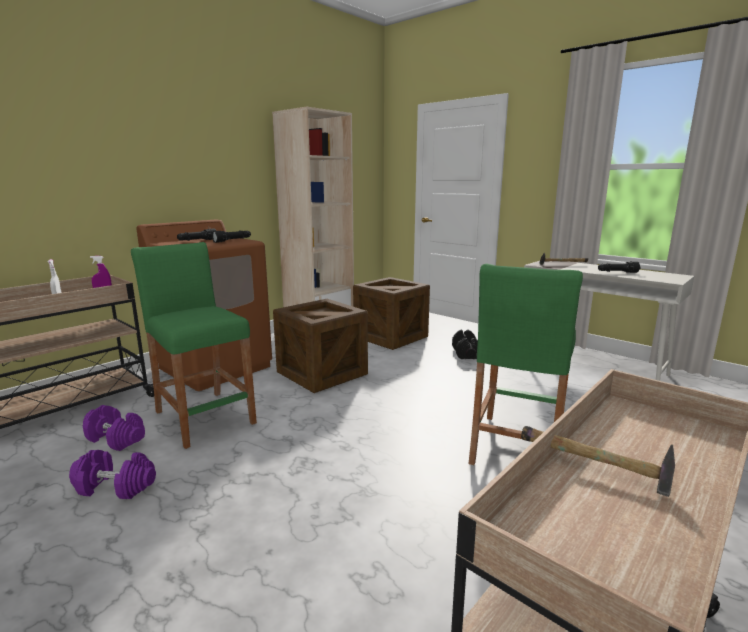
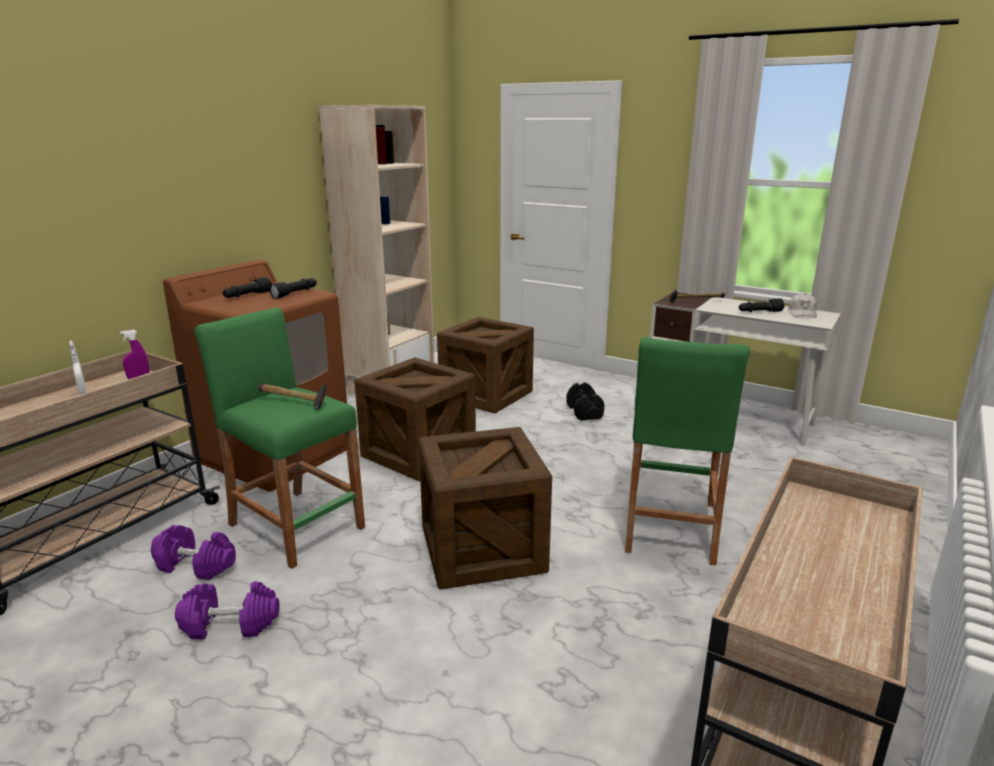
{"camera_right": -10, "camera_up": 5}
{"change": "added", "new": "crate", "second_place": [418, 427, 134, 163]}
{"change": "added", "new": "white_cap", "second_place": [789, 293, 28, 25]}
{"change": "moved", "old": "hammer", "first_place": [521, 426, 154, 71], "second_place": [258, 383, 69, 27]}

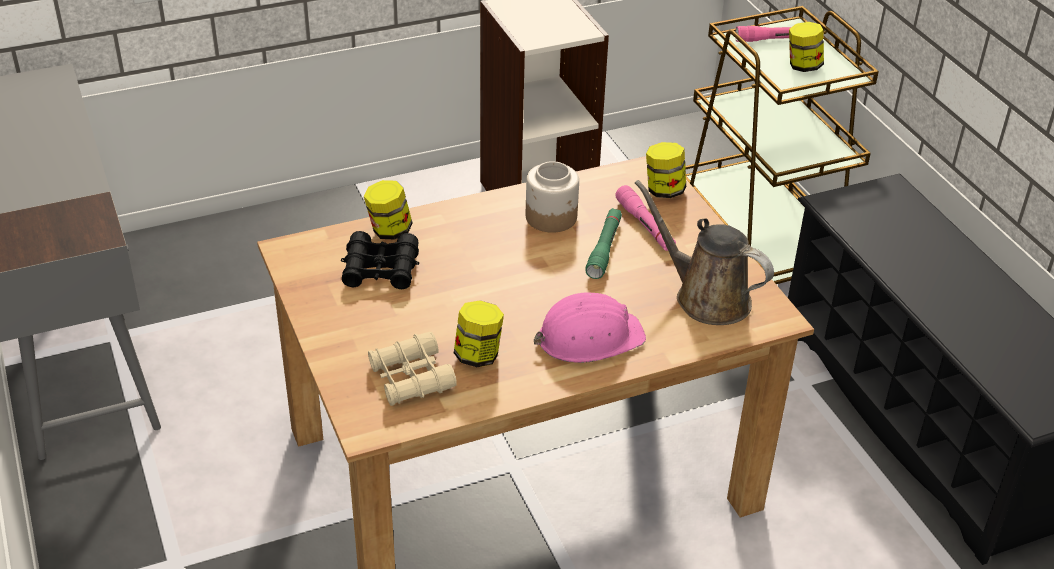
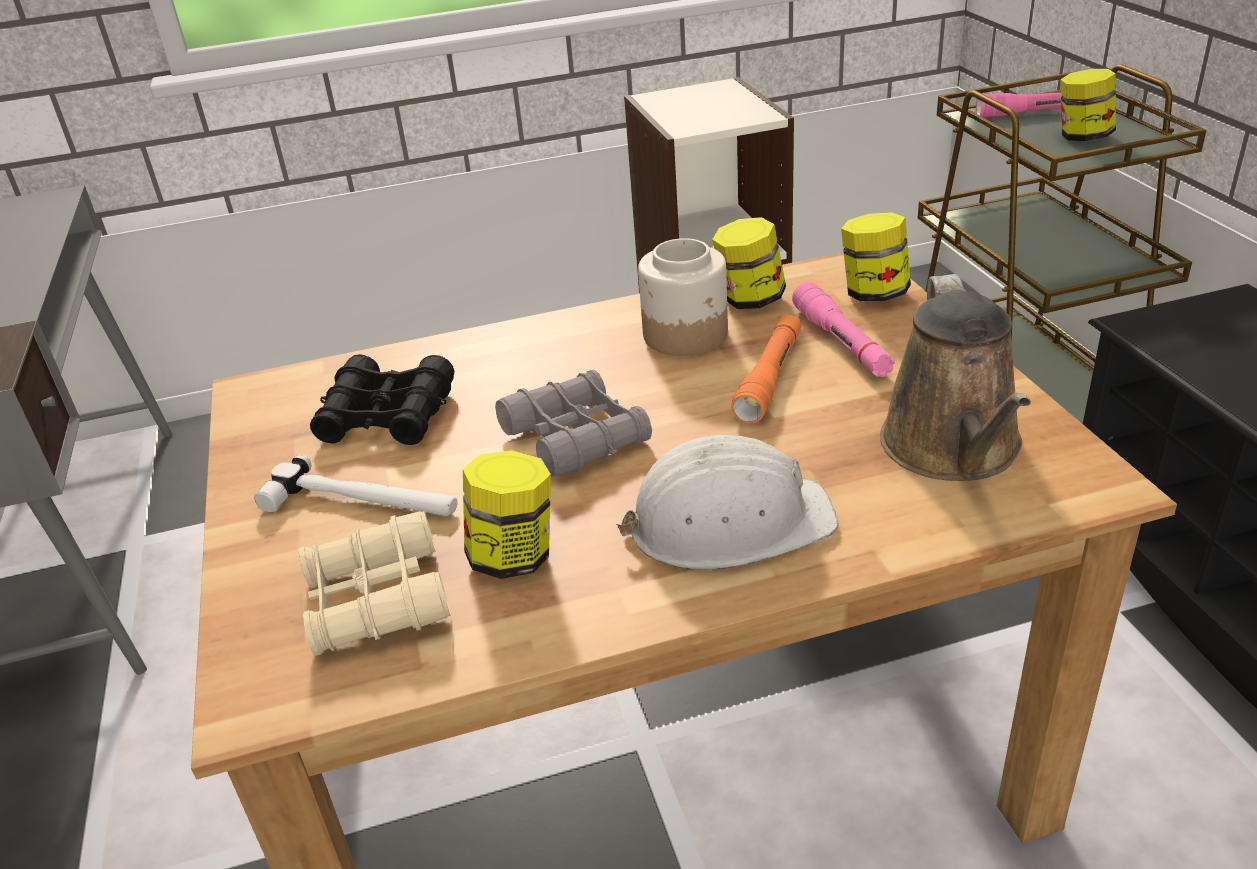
{"camera_right": 10, "camera_up": -5}
{"change": "added", "new": "hammer", "second_place": [254, 455, 204, 61]}
{"change": "added", "new": "grey_binoculars", "second_place": [495, 370, 157, 107]}
{"change": "moved", "old": "jar", "first_place": [364, 180, 49, 60], "second_place": [712, 217, 74, 92]}
{"change": "recoloured", "old": "pink_hard_hat", "new": "white_hard_hat", "first_place": [534, 293, 112, 70], "second_place": [617, 435, 222, 135]}
{"change": "recoloured", "old": "green_flashlight", "new": "orange_flashlight", "first_place": [585, 208, 37, 71], "second_place": [731, 314, 70, 109]}
{"change": "turned", "old": "brown_watering_can", "first_place": [635, 180, 139, 145], "second_place": [880, 274, 151, 207], "degrees": -135}

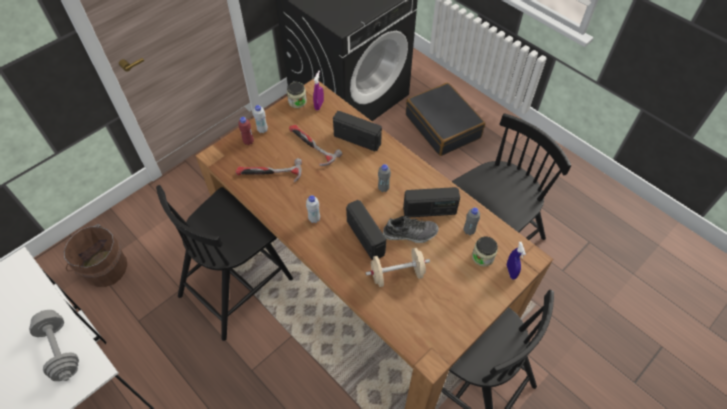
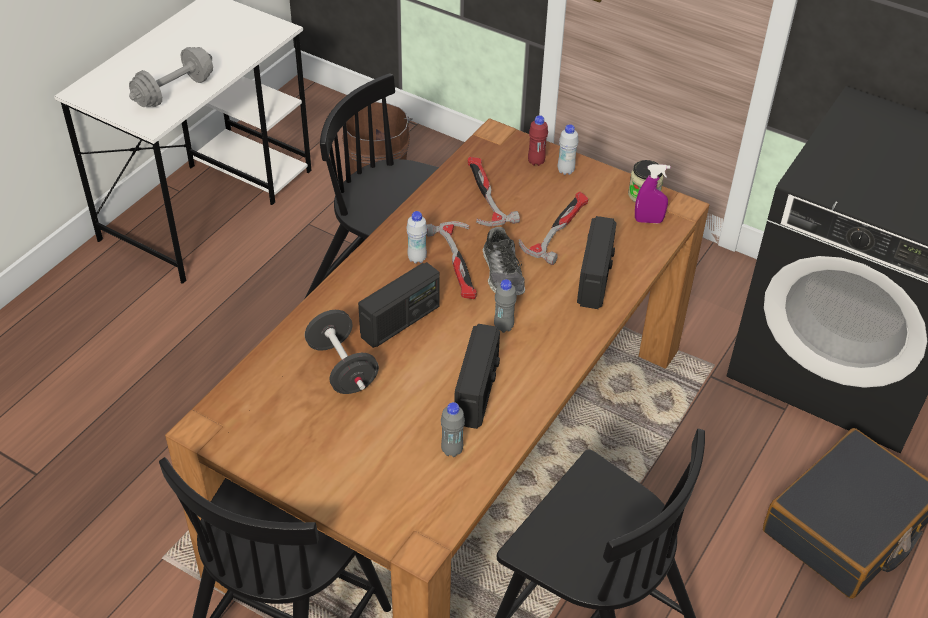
{"camera_right": 75, "camera_up": -10}
{"change": "removed", "old": "jar", "first_place": [472, 237, 26, 29]}
{"change": "removed", "old": "blue_spray_bottle", "first_place": [507, 242, 19, 37]}
{"change": "added", "new": "hammer", "second_place": [426, 221, 51, 78]}
{"change": "moved", "old": "shoe", "first_place": [383, 216, 56, 27], "second_place": [483, 227, 42, 68]}
{"change": "recoloured", "old": "beige_dumbbell", "new": "black_dumbbell", "first_place": [366, 248, 64, 39], "second_place": [305, 310, 74, 84]}
{"change": "turned", "old": "radio", "first_place": [403, 187, 57, 31], "second_place": [454, 324, 46, 105], "degrees": -150}

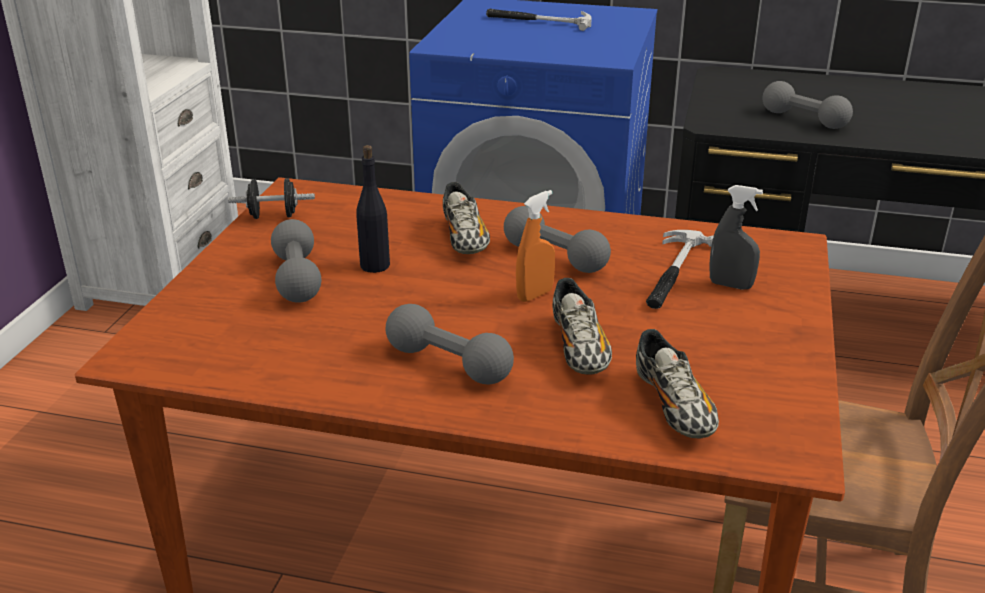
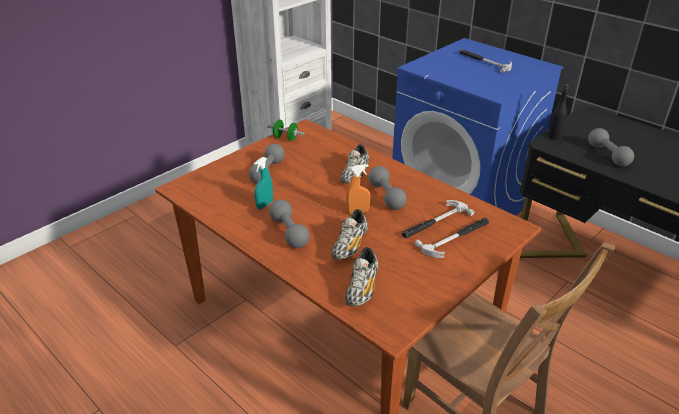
{"camera_right": 30, "camera_up": 5}
{"change": "added", "new": "turquoise_spray_bottle", "second_place": [254, 157, 19, 52]}
{"change": "moved", "old": "black_bottle", "first_place": [356, 145, 34, 128], "second_place": [548, 84, 21, 56]}
{"change": "replaced", "old": "grey_spray_bottle", "new": "hammer", "first_place": [709, 185, 54, 104], "second_place": [415, 218, 74, 40]}
{"change": "recoloured", "old": "black_dumbbell", "new": "green_dumbbell", "first_place": [228, 178, 87, 41], "second_place": [267, 119, 37, 22]}

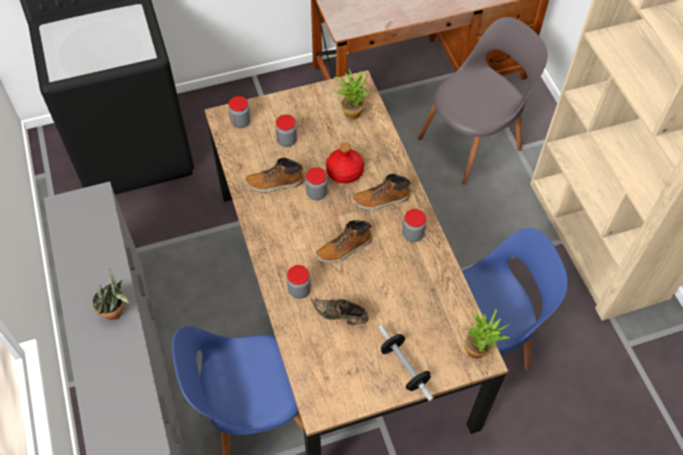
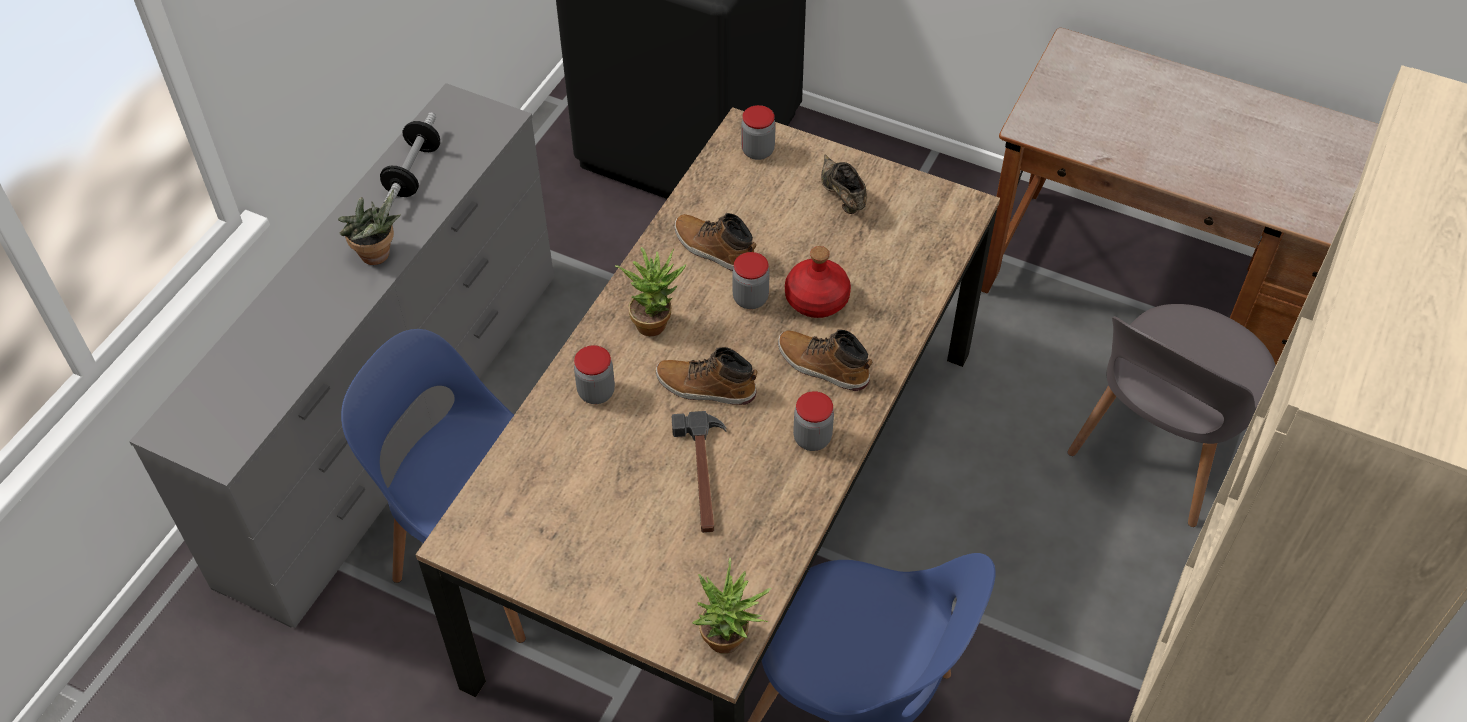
{"camera_right": 45, "camera_up": -5}
{"change": "removed", "old": "jar", "first_place": [276, 115, 21, 32]}
{"change": "added", "new": "hammer", "second_place": [672, 411, 55, 122]}
{"change": "moved", "old": "brown_shoe", "first_place": [311, 299, 58, 26], "second_place": [821, 154, 46, 60]}
{"change": "moved", "old": "potted_plant", "first_place": [334, 69, 37, 51], "second_place": [615, 247, 71, 89]}
{"change": "moved", "old": "dumbbell", "first_place": [378, 325, 56, 76], "second_place": [380, 113, 60, 93]}
{"change": "turned", "old": "grey_chair", "first_place": [418, 17, 129, 168], "second_place": [1067, 304, 209, 223], "degrees": 120}

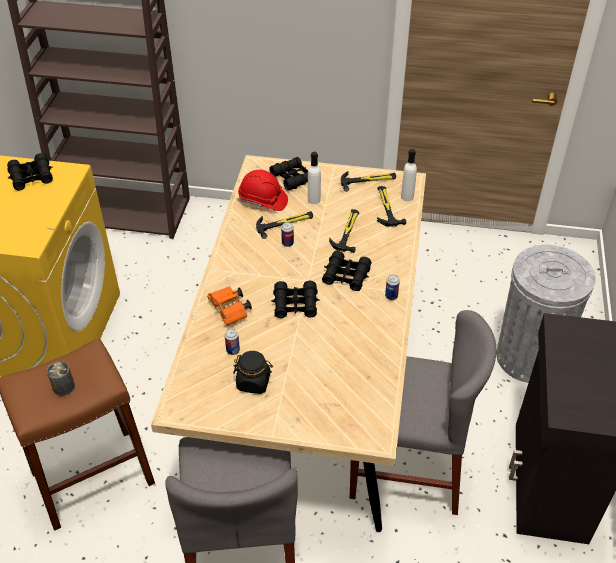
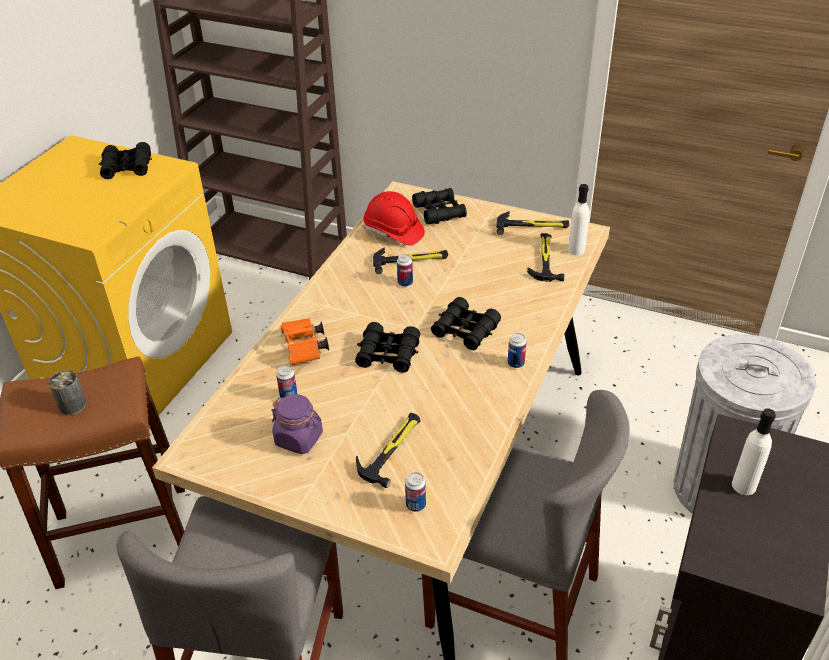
{"camera_right": 15, "camera_up": -5}
{"change": "added", "new": "can", "second_place": [405, 472, 21, 40]}
{"change": "moved", "old": "white_bottle", "first_place": [308, 152, 13, 52], "second_place": [732, 408, 44, 87]}
{"change": "moved", "old": "hammer", "first_place": [329, 209, 30, 44], "second_place": [356, 413, 65, 75]}
{"change": "recoloured", "old": "black_jar", "new": "purple_jar", "first_place": [233, 351, 40, 43], "second_place": [271, 394, 52, 60]}

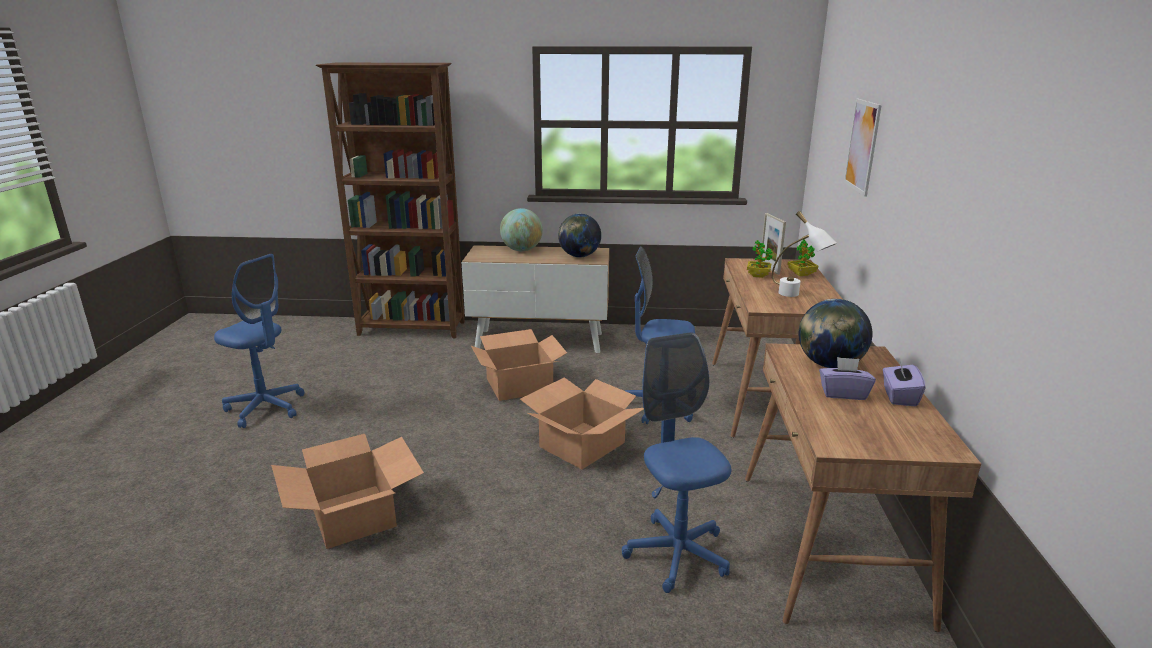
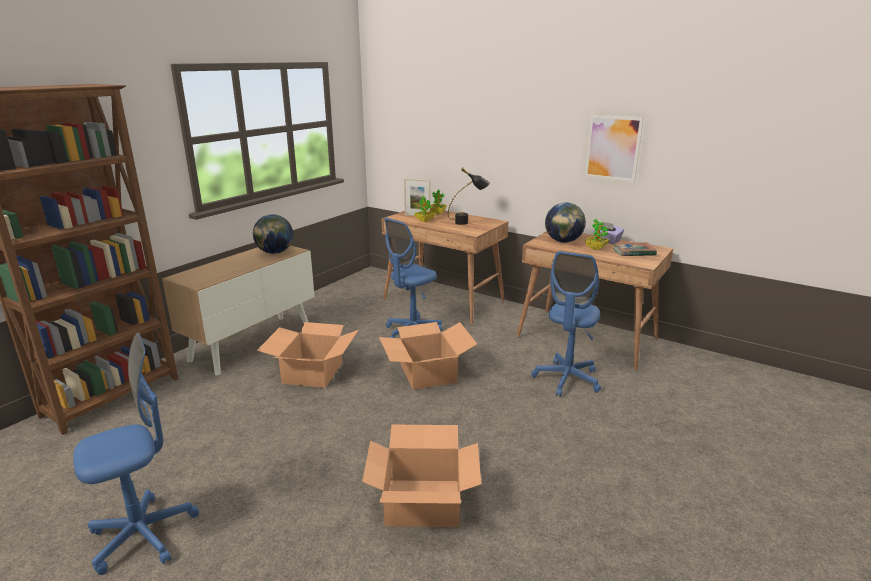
{"camera_right": -60, "camera_up": 0}
{"change": "removed", "old": "globe", "first_place": [500, 208, 43, 43]}
{"change": "added", "new": "book", "second_place": [613, 242, 44, 14]}
{"change": "moved", "old": "picture", "first_place": [844, 99, 38, 98], "second_place": [585, 115, 59, 67]}
{"change": "replaced", "old": "purple_tissue_box", "new": "potted_plant", "first_place": [819, 357, 57, 43], "second_place": [585, 219, 24, 31]}
{"change": "recoloured", "old": "white_table_lamp", "new": "black_table_lamp", "first_place": [772, 211, 65, 86], "second_place": [448, 168, 42, 57]}
{"change": "turned", "old": "blue_office_chair", "first_place": [622, 332, 110, 261], "second_place": [531, 251, 70, 146], "degrees": -75}

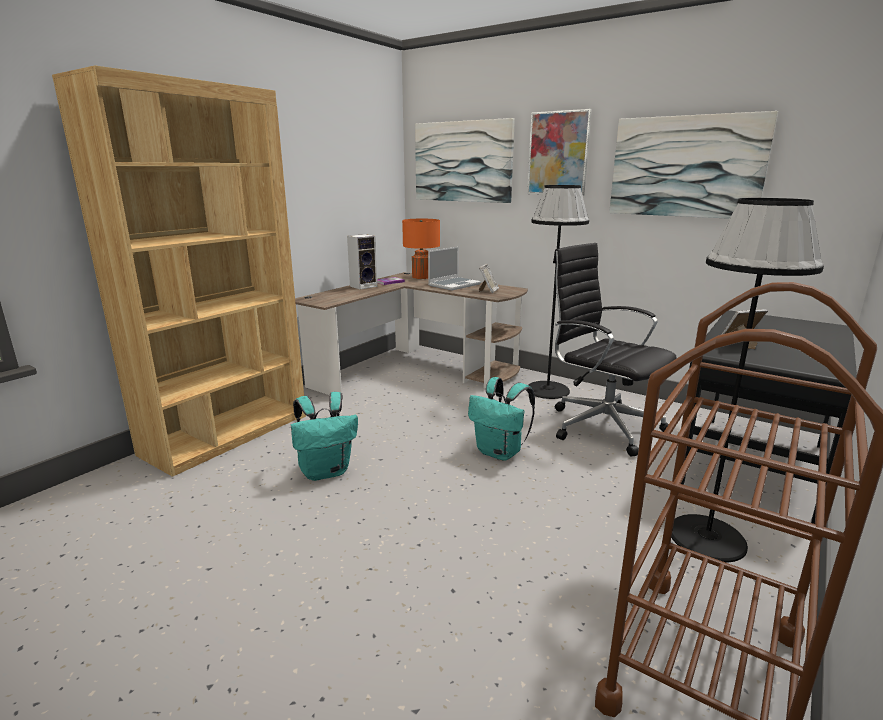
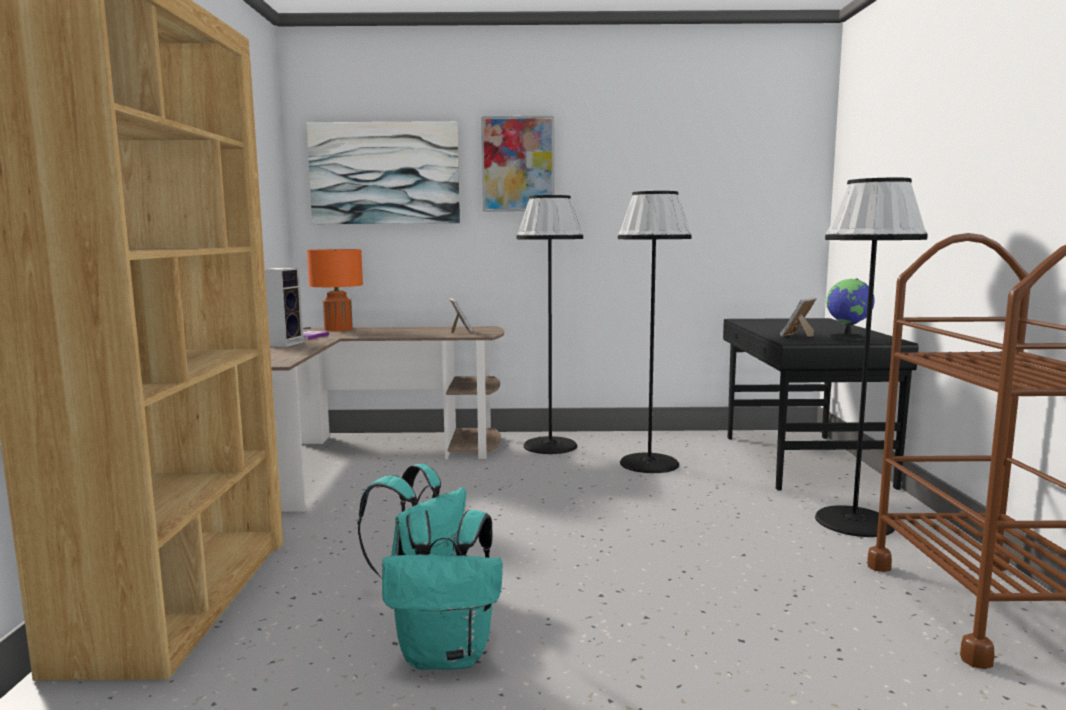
{"camera_right": -35, "camera_up": -10}
{"change": "removed", "old": "laptop", "first_place": [428, 246, 53, 44]}
{"change": "removed", "old": "picture", "first_place": [609, 111, 169, 108]}
{"change": "added", "new": "globe", "second_place": [826, 278, 48, 63]}
{"change": "moved", "old": "turquoise_backpack", "first_place": [468, 377, 67, 84], "second_place": [382, 510, 121, 160]}
{"change": "replaced", "old": "black_office_chair", "new": "black_floor_lamp", "first_place": [553, 243, 124, 214], "second_place": [618, 191, 73, 282]}

